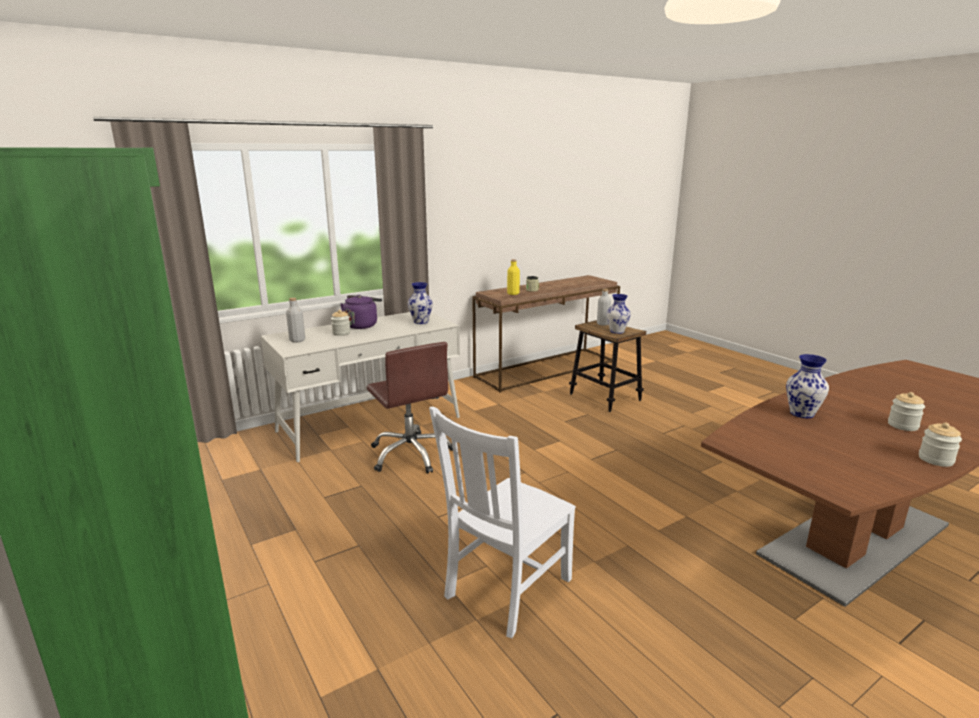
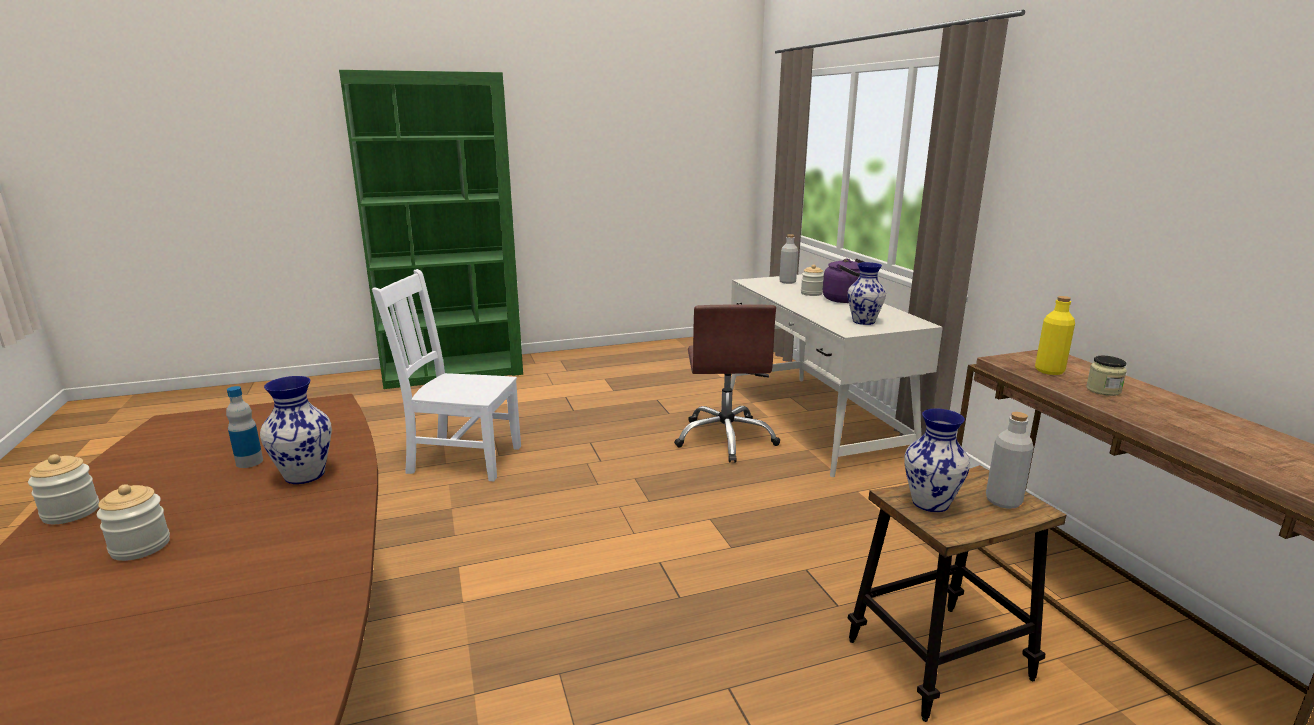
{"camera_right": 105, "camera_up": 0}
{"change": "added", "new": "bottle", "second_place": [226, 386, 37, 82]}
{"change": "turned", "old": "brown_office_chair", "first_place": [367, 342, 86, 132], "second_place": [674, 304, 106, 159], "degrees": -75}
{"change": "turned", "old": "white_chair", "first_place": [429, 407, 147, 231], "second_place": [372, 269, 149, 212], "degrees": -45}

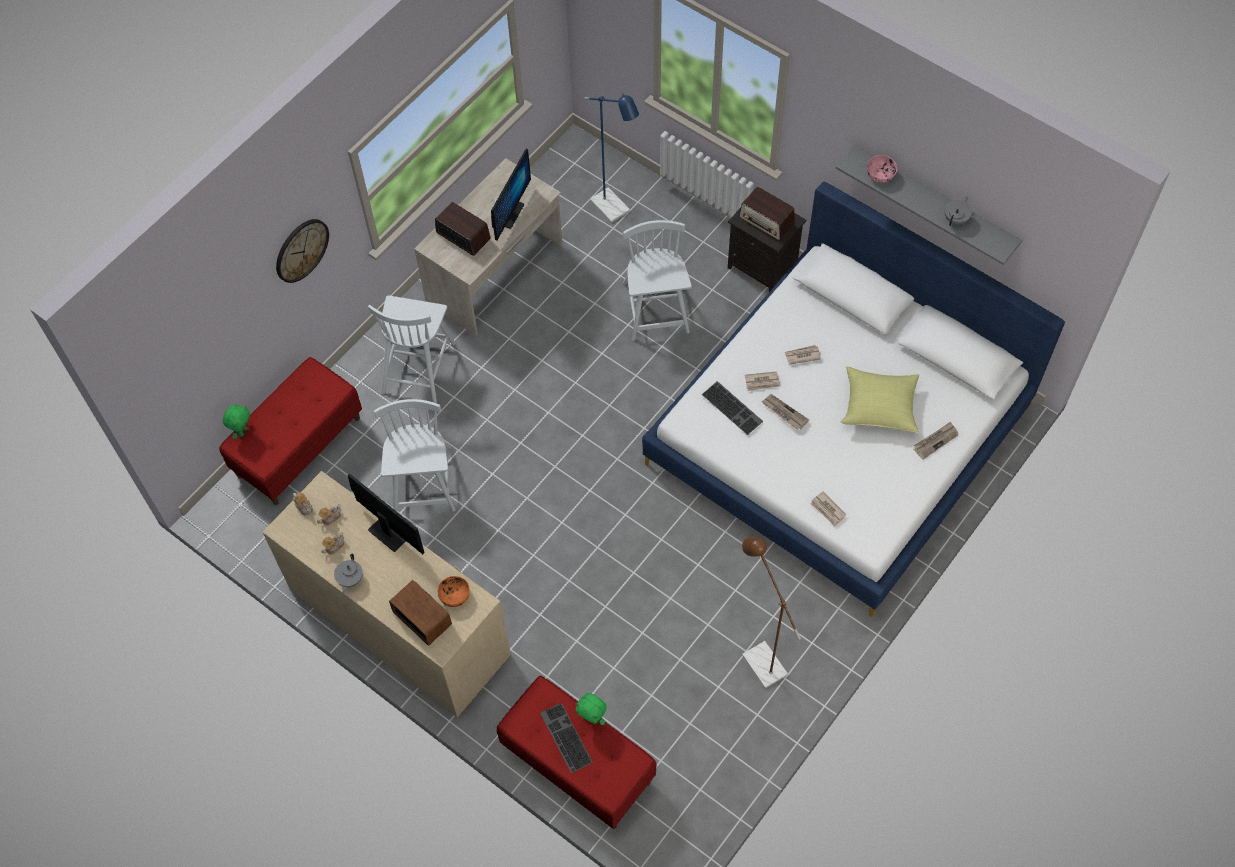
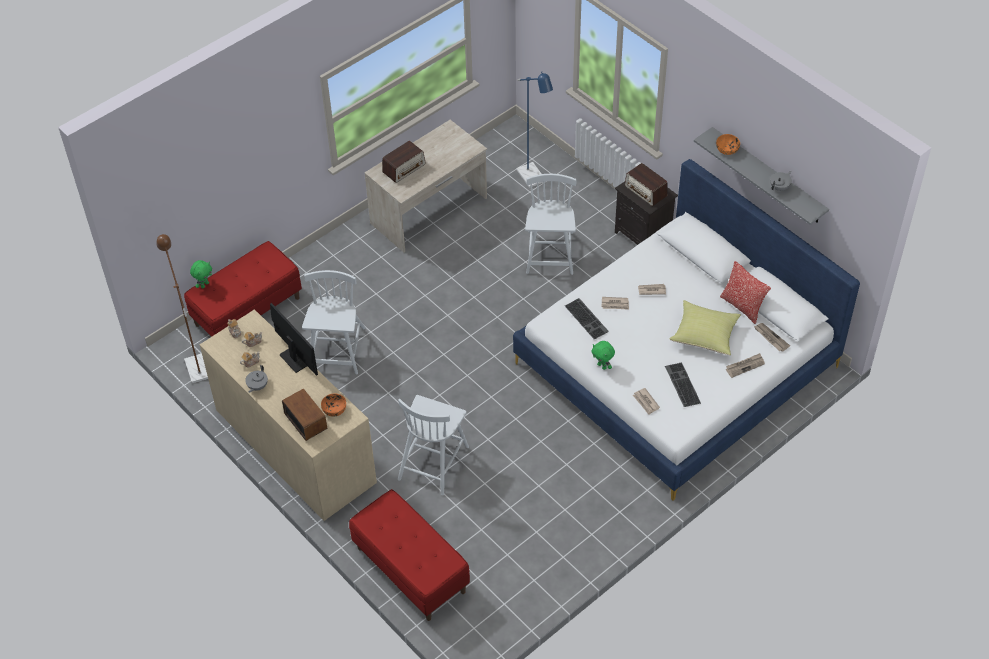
{"camera_right": 10, "camera_up": -10}
{"change": "removed", "old": "wall_clock", "first_place": [276, 219, 53, 64]}
{"change": "removed", "old": "monitor", "first_place": [491, 149, 40, 91]}
{"change": "added", "new": "pillow", "second_place": [720, 261, 51, 63]}
{"change": "moved", "old": "white_chair", "first_place": [368, 295, 87, 108], "second_place": [398, 395, 71, 100]}
{"change": "moved", "old": "keyboard", "first_place": [540, 703, 53, 70], "second_place": [665, 362, 36, 45]}
{"change": "moved", "old": "green_plush_toy", "first_place": [576, 693, 30, 32], "second_place": [591, 341, 24, 29]}
{"change": "moved", "old": "brown_floor_lamp", "first_place": [742, 536, 59, 153], "second_place": [156, 234, 52, 149]}
{"change": "moved", "old": "newspaper", "first_place": [761, 394, 48, 36], "second_place": [754, 323, 36, 29]}
{"change": "recoloured", "old": "pink_bowl", "new": "orange_bowl", "first_place": [867, 155, 30, 28], "second_place": [716, 134, 24, 21]}
{"change": "turned", "old": "radio", "first_place": [435, 202, 56, 54], "second_place": [382, 141, 44, 42], "degrees": 90}

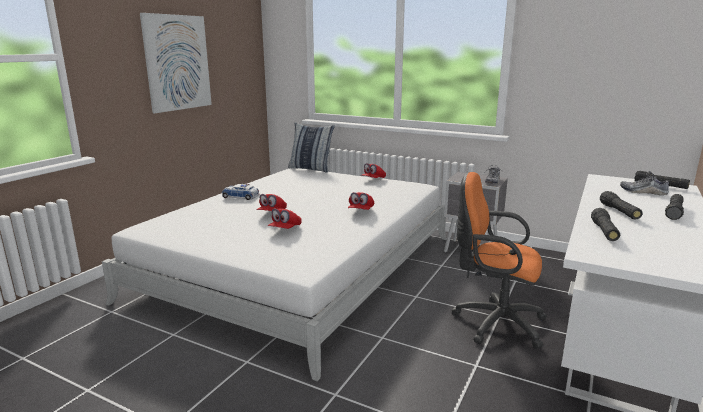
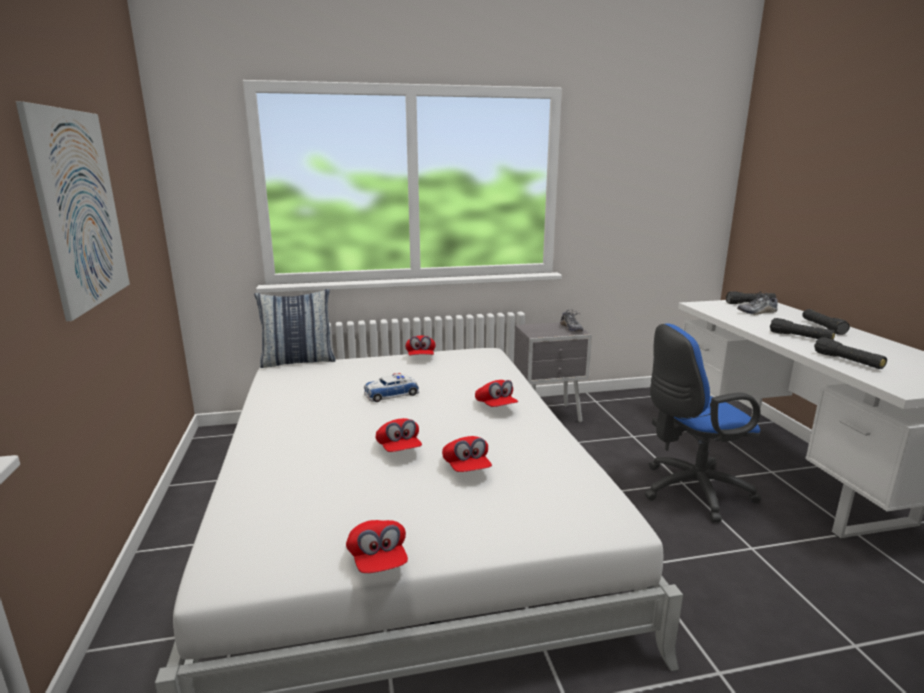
{"camera_right": -40, "camera_up": 0}
{"change": "added", "new": "red_cap", "second_place": [346, 520, 62, 53]}
{"change": "moved", "old": "toy_car", "first_place": [222, 184, 37, 16], "second_place": [364, 373, 55, 29]}
{"change": "recoloured", "old": "orange_office_chair", "new": "blue_office_chair", "first_place": [451, 172, 96, 177], "second_place": [645, 323, 116, 200]}

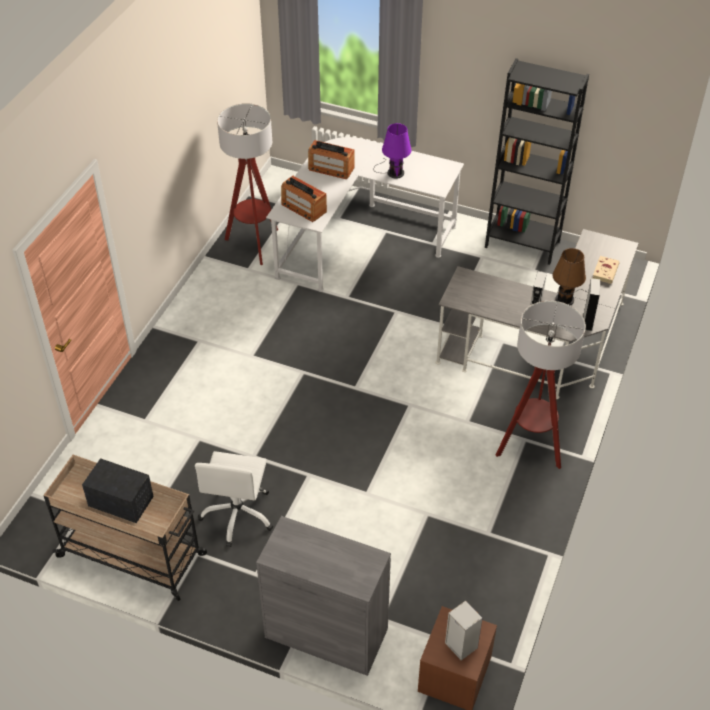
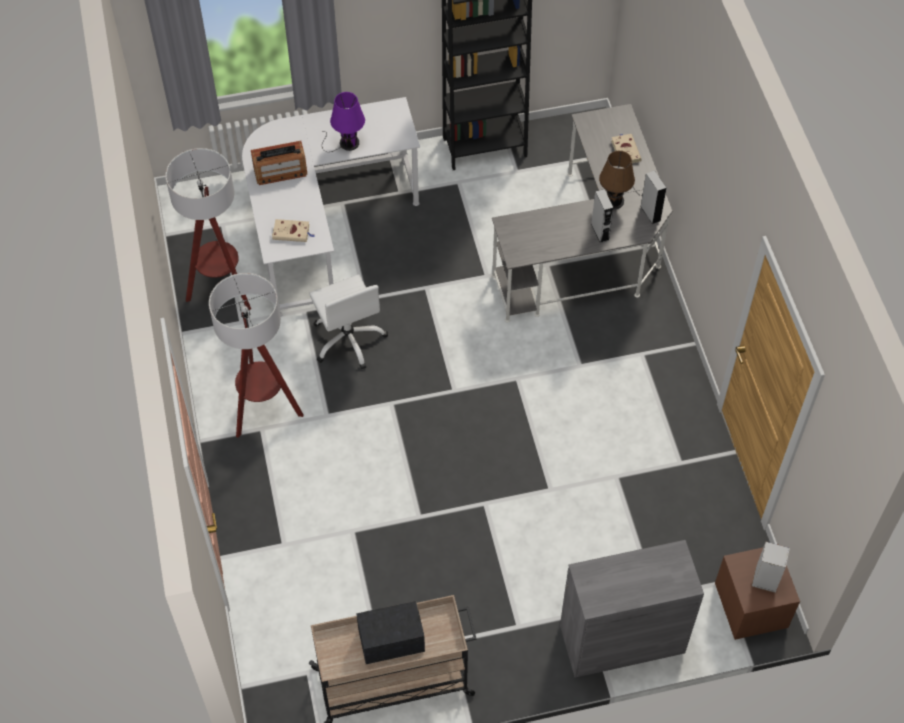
{"camera_right": -35, "camera_up": 10}
{"change": "moved", "old": "white_office_chair", "first_place": [195, 451, 78, 96], "second_place": [309, 274, 79, 95]}
{"change": "moved", "old": "floor_lamp", "first_place": [496, 301, 90, 168], "second_place": [209, 273, 95, 165]}
{"change": "replaced", "old": "radio", "new": "beige_book", "first_place": [281, 176, 46, 46], "second_place": [272, 219, 43, 23]}

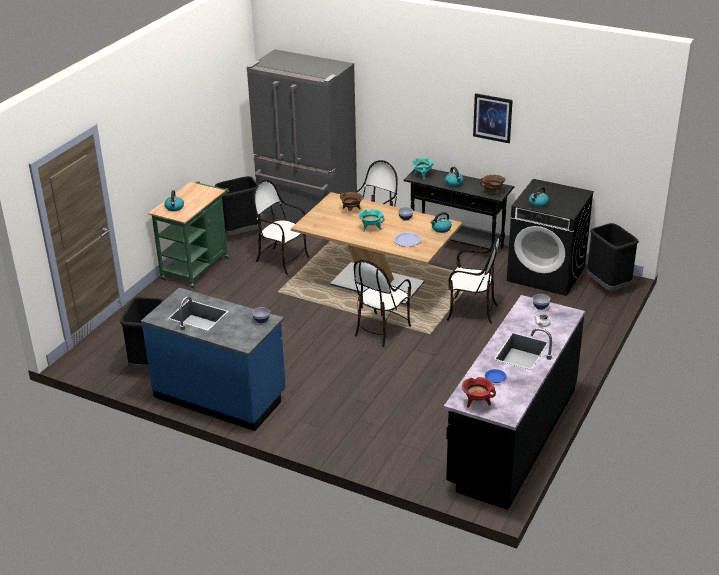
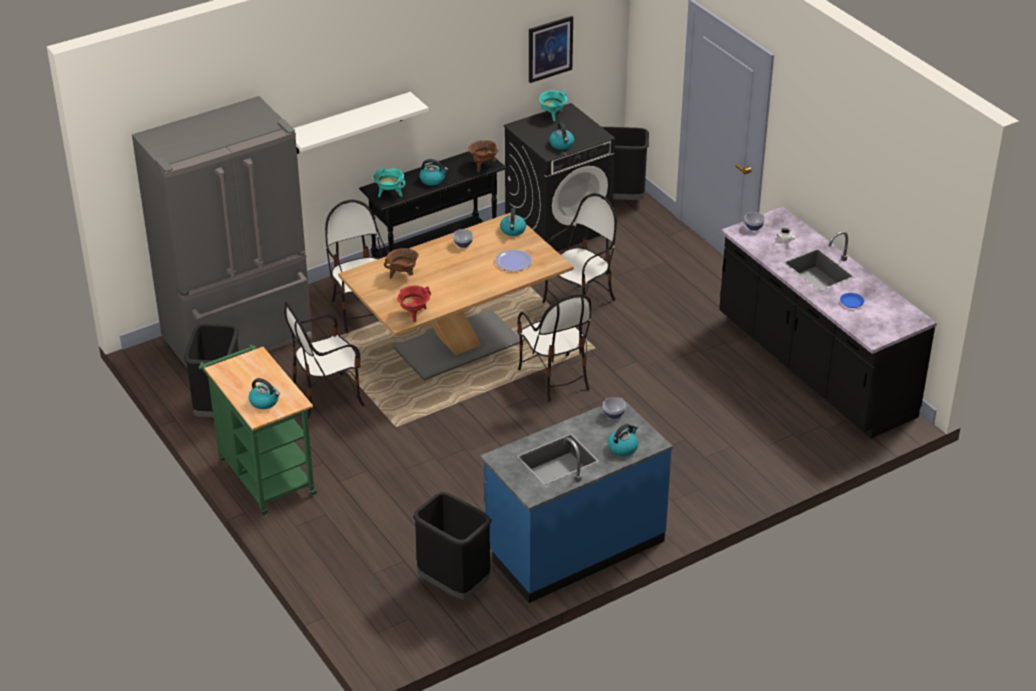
{"camera_right": -60, "camera_up": 5}
{"change": "added", "new": "white_shelf", "second_place": [294, 92, 135, 62]}
{"change": "added", "new": "kettle", "second_place": [607, 424, 31, 32]}
{"change": "moved", "old": "turquoise_cooking_pot", "first_place": [359, 209, 26, 23], "second_place": [539, 90, 29, 32]}
{"change": "moved", "old": "red_cooking_pot", "first_place": [462, 377, 34, 31], "second_place": [397, 285, 34, 37]}
{"change": "moved", "old": "picture", "first_place": [473, 93, 40, 50], "second_place": [529, 16, 44, 67]}

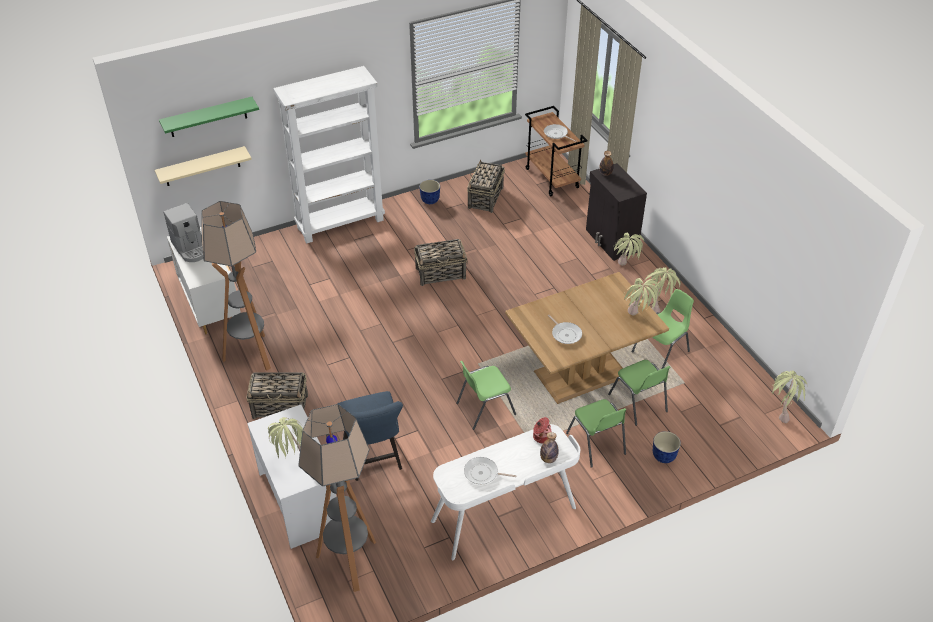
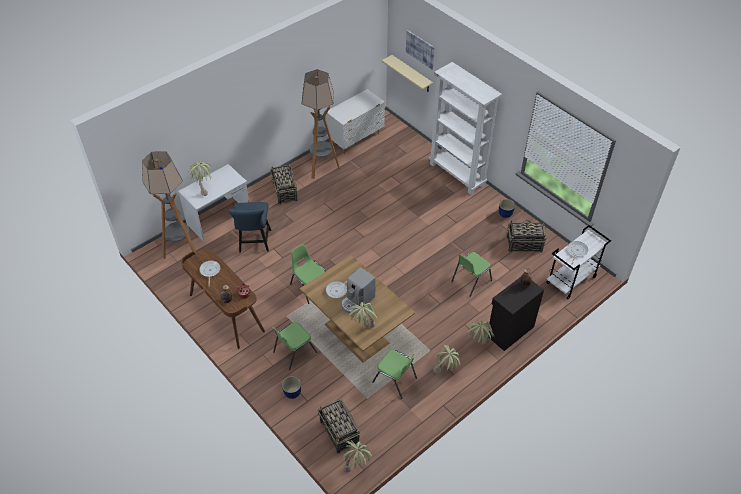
{"camera_right": 75, "camera_up": 5}
{"change": "moved", "old": "coffee_machine", "first_place": [163, 203, 40, 59], "second_place": [341, 267, 35, 47]}
{"change": "moved", "old": "basket", "first_place": [414, 239, 54, 47], "second_place": [318, 399, 42, 54]}
{"change": "moved", "old": "green_chair", "first_place": [608, 360, 62, 66], "second_place": [451, 252, 41, 45]}
{"change": "replaced", "old": "green_shelf", "new": "picture", "first_place": [159, 97, 100, 40], "second_place": [406, 30, 29, 39]}
{"change": "recoloured", "old": "white_desk", "new": "brown_desk", "first_place": [431, 424, 149, 136], "second_place": [181, 249, 84, 100]}
{"change": "recoloured", "old": "brown_cart", "new": "white_cart", "first_place": [525, 106, 63, 91], "second_place": [546, 225, 65, 75]}
{"change": "turned", "old": "blue_chair", "first_place": [337, 391, 66, 90], "second_place": [228, 202, 43, 50], "degrees": -60}

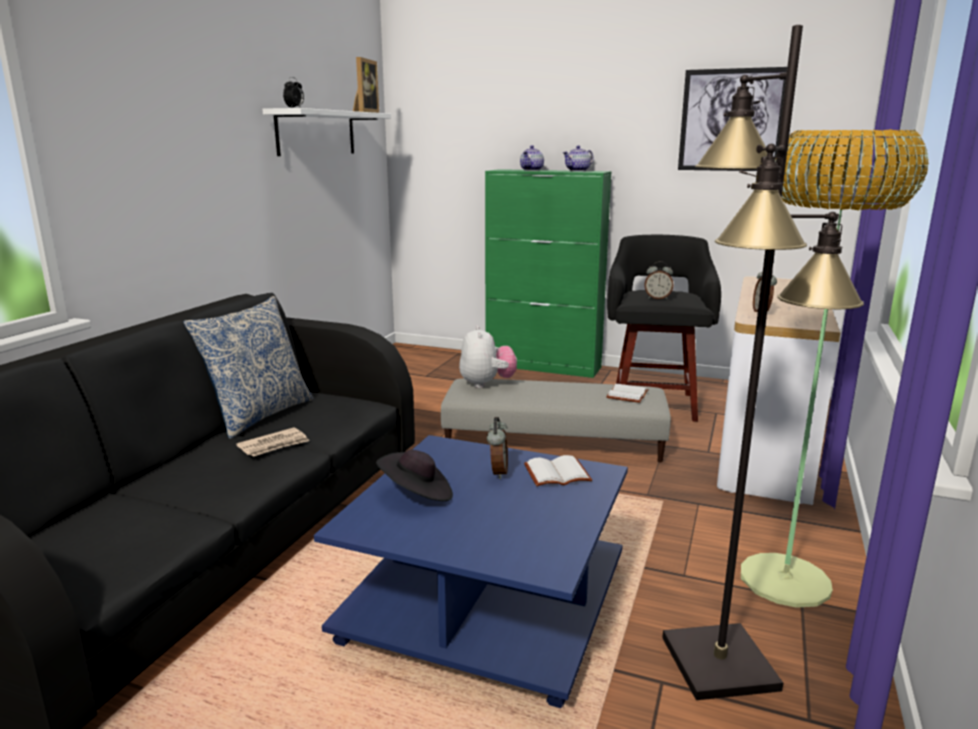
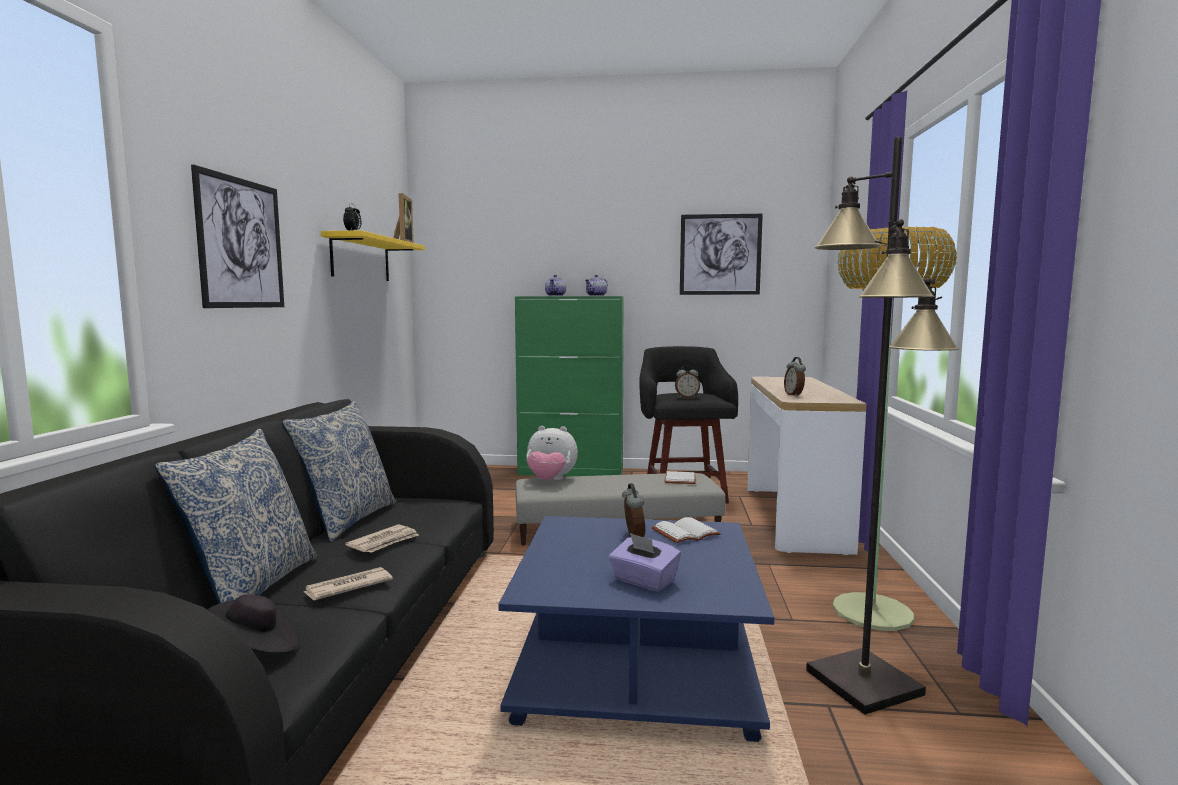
{"camera_right": -15, "camera_up": -10}
{"change": "added", "new": "pillow", "second_place": [155, 429, 162, 175]}
{"change": "added", "new": "picture", "second_place": [191, 165, 93, 143]}
{"change": "added", "new": "newspaper", "second_place": [304, 567, 89, 33]}
{"change": "added", "new": "purple_tissue_box", "second_place": [609, 533, 72, 59]}
{"change": "moved", "old": "black_hat", "first_place": [376, 449, 77, 52], "second_place": [207, 594, 93, 59]}
{"change": "recoloured", "old": "white_shelf", "new": "yellow_shelf", "first_place": [262, 108, 129, 48], "second_place": [321, 230, 104, 51]}
{"change": "turned", "old": "plush_toy", "first_place": [459, 325, 58, 63], "second_place": [526, 426, 52, 54], "degrees": 120}

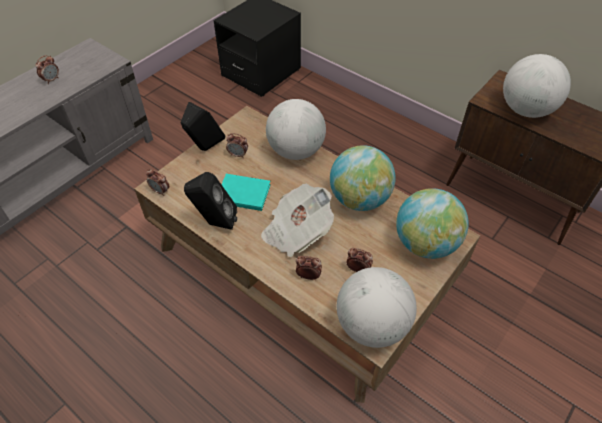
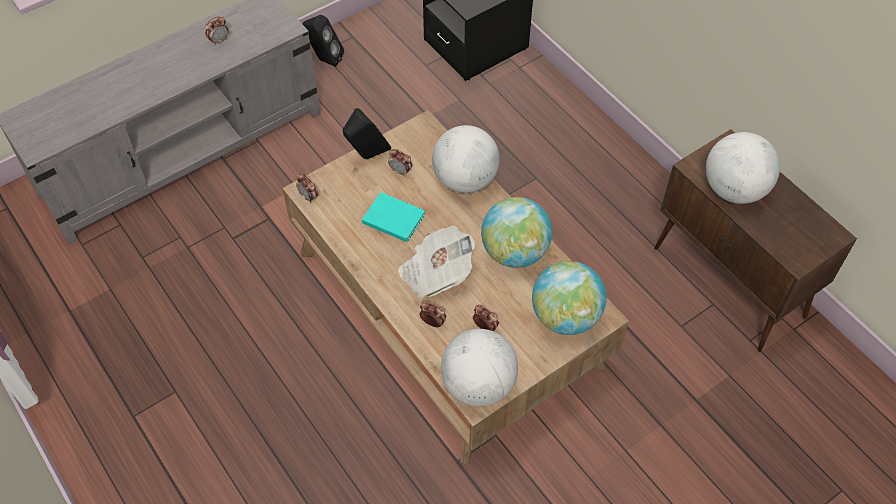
{"camera_right": 15, "camera_up": 5}
{"change": "moved", "old": "black_speaker", "first_place": [184, 172, 53, 58], "second_place": [303, 15, 41, 52]}

